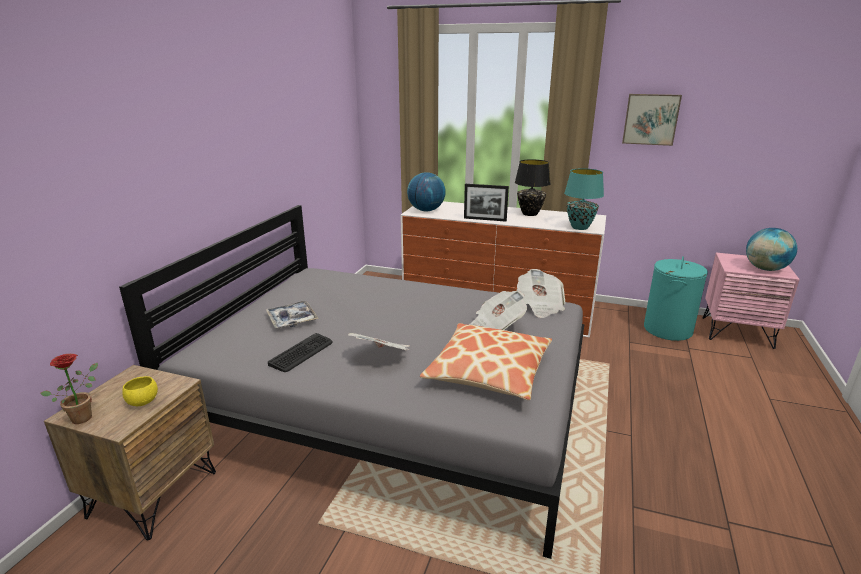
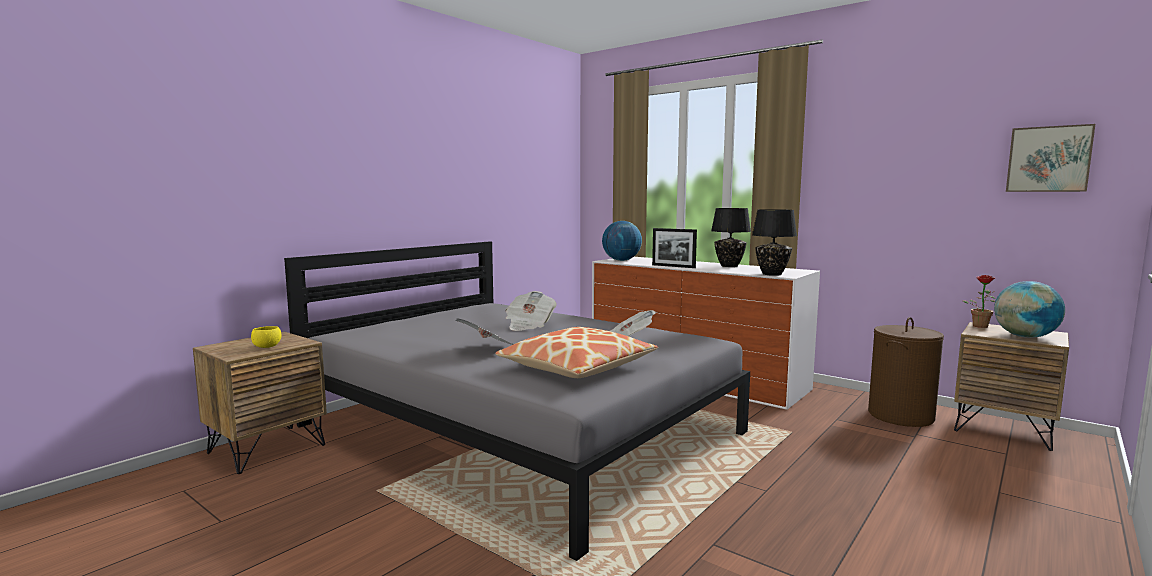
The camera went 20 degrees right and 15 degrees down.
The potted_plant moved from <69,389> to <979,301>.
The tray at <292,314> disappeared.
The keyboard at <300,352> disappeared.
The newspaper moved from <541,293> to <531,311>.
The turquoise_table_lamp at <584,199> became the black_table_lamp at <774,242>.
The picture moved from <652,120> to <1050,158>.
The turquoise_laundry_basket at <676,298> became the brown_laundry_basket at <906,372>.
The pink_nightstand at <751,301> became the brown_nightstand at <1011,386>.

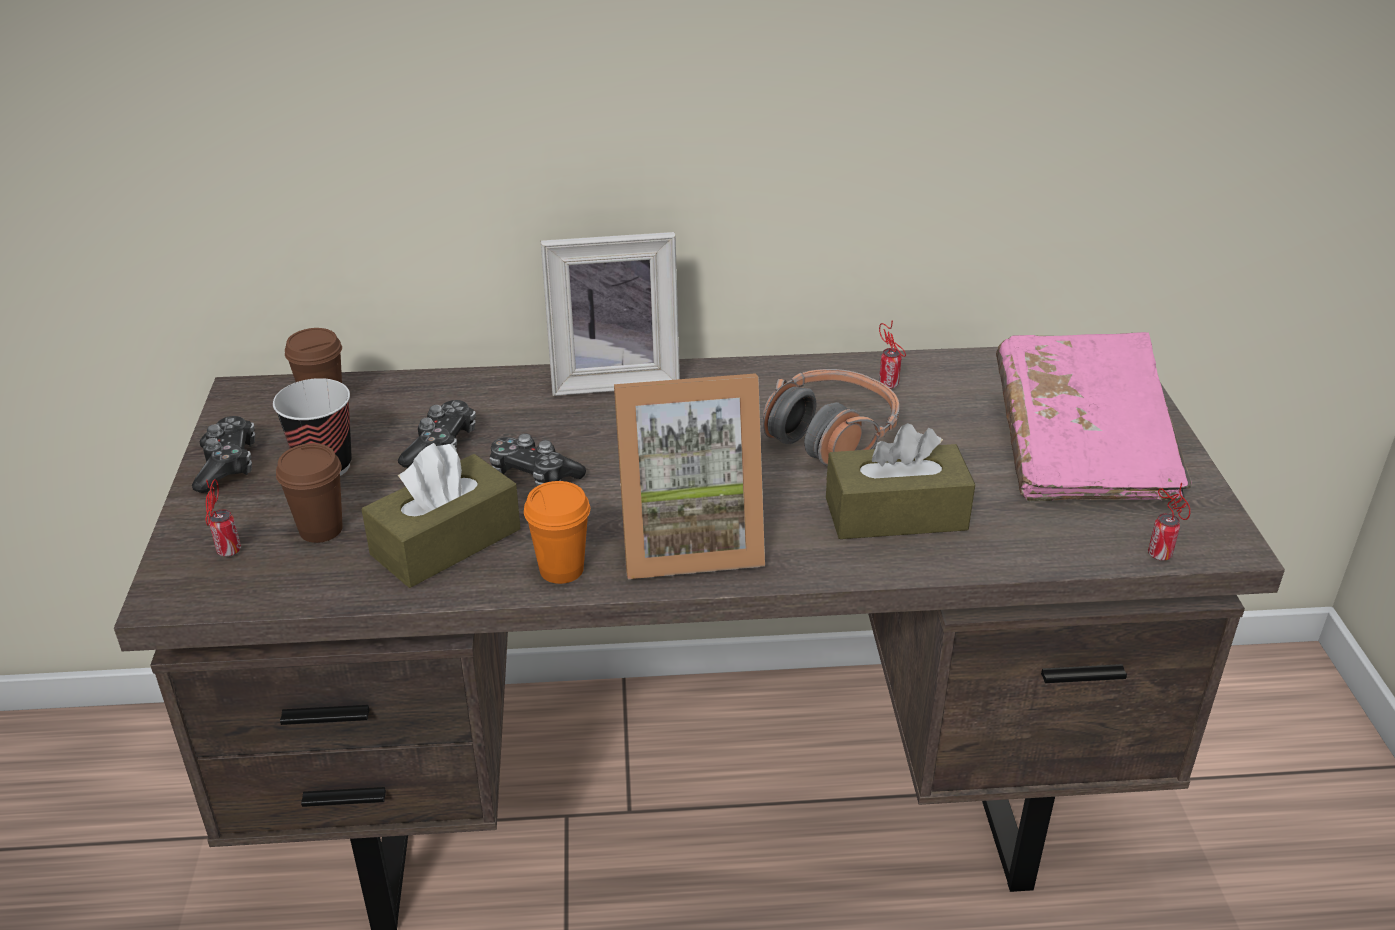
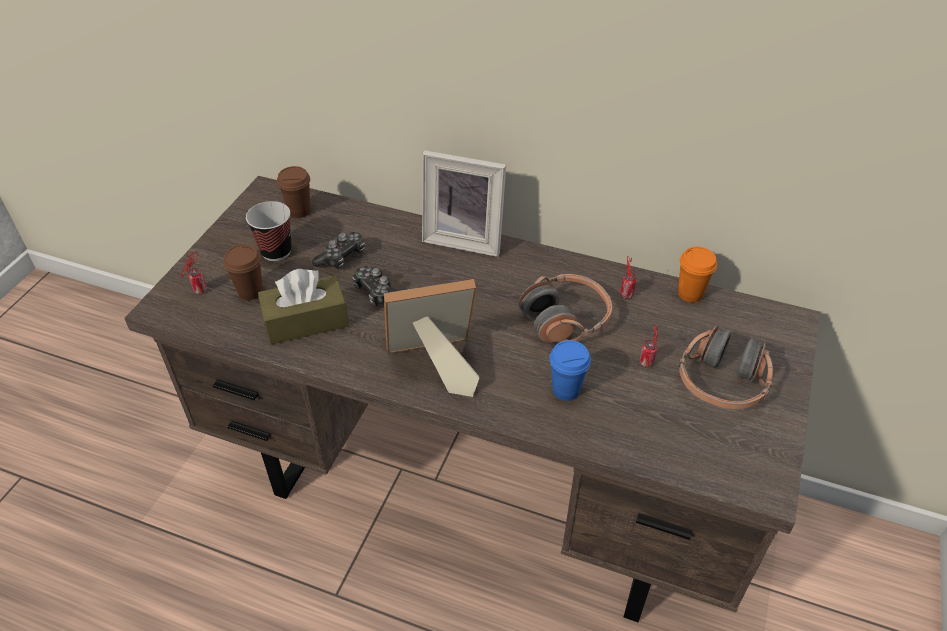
The camera went 25 degrees right and 10 degrees up.
The game_controller at <223,454> disappeared.
The orange_cup moved from <557,532> to <697,274>.
The picture_frame at <689,476> turned 150 degrees clockwise.
The brown_tissue_box at <900,481> was replaced by the blue_cup at <570,370>.
The pink_book at <1094,416> was replaced by the headphones at <725,367>.
The can moved from <1169,522> to <649,346>.

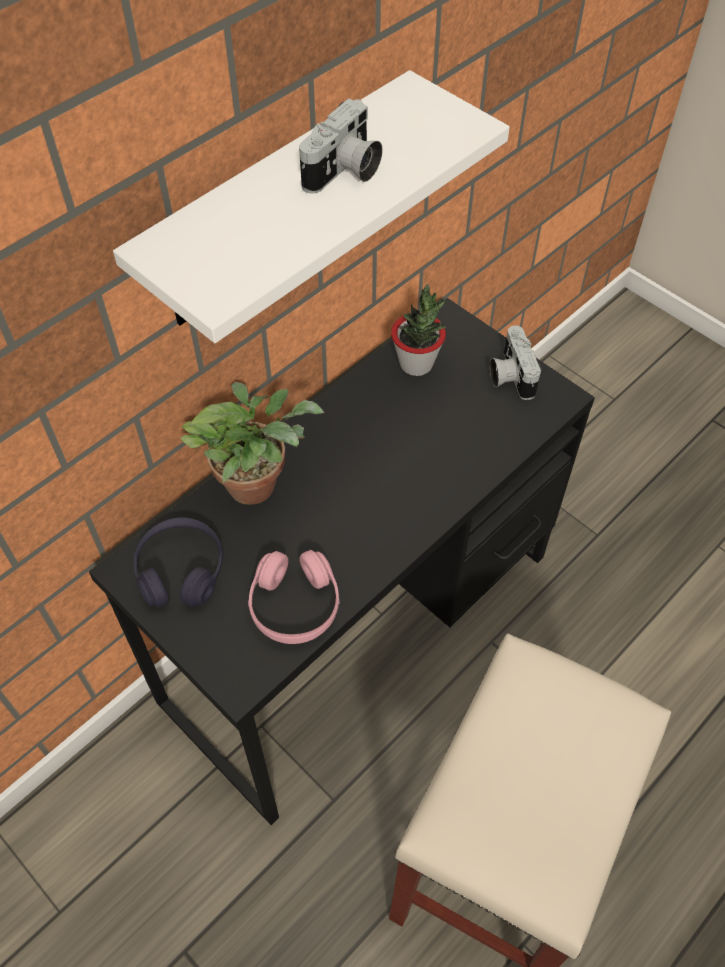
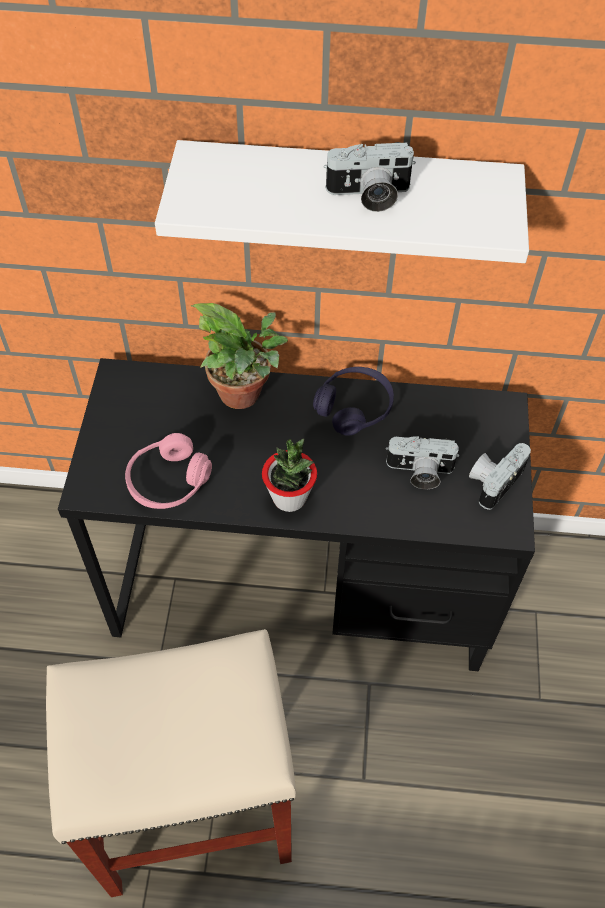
The camera went 50 degrees right and 0 degrees up.
The purple_headphones moved from <178,562> to <353,401>.
The potted_plant moved from <419,330> to <289,475>.
The photo_camera at <422,462> appeared.

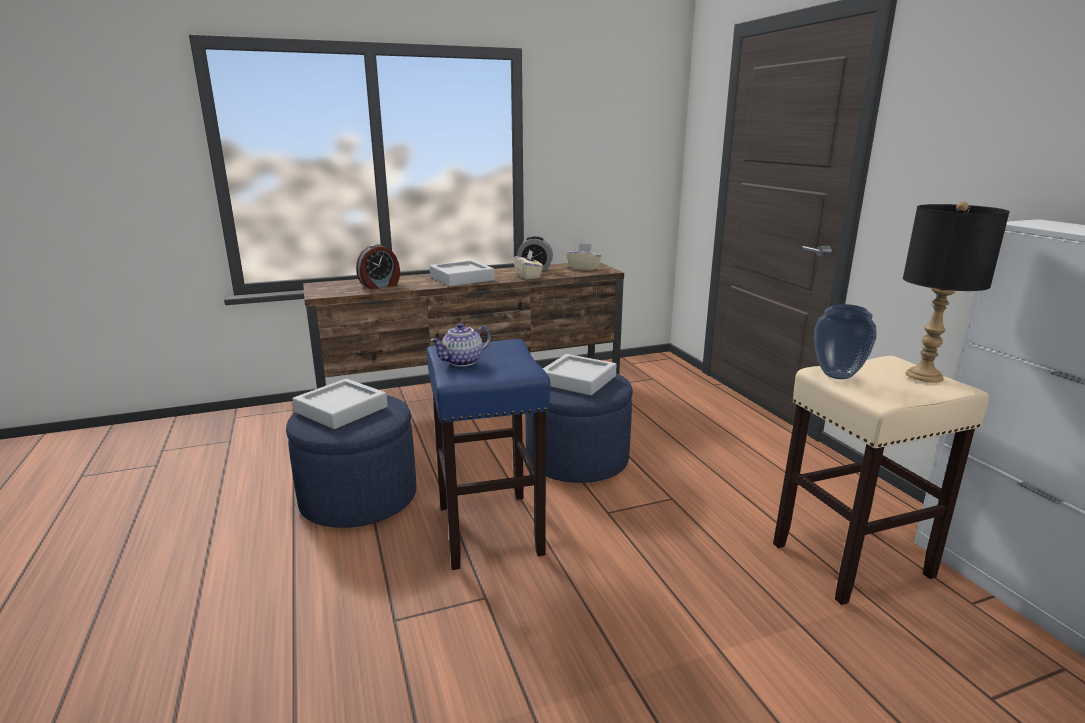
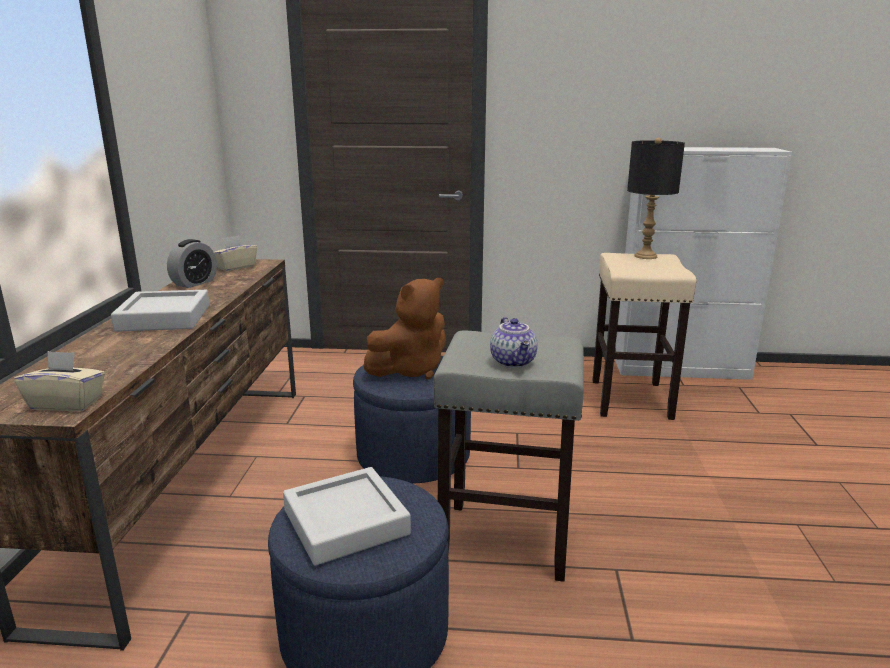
The camera went 65 degrees left and 0 degrees up.
The alarm_clock at <378,266> disappeared.
The blue_stool at <488,454> became the grey_stool at <508,456>.
The beige_tissue_box moved from <528,264> to <59,381>.
The grey_tray at <580,374> was replaced by the brown_plush_toy at <404,328>.
The vase at <845,341> disappeared.

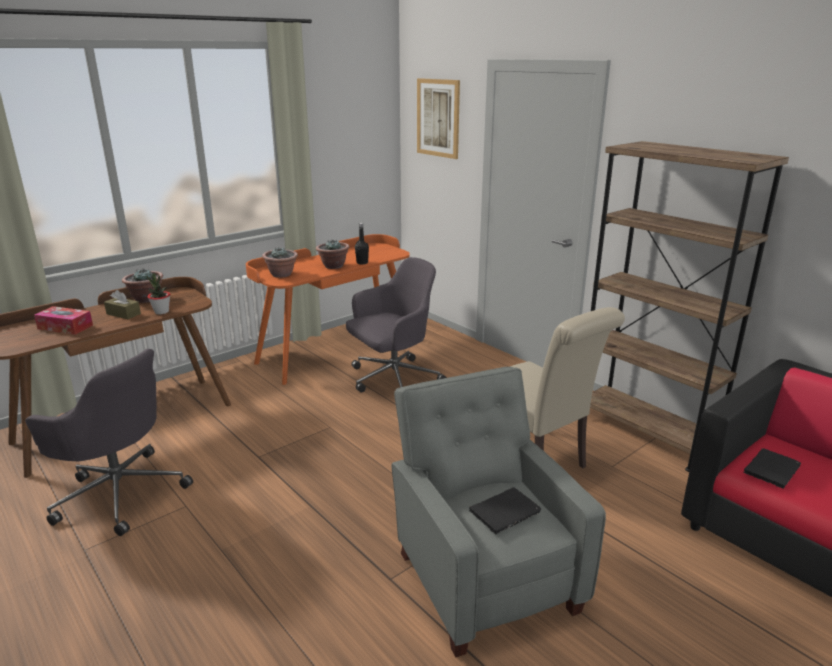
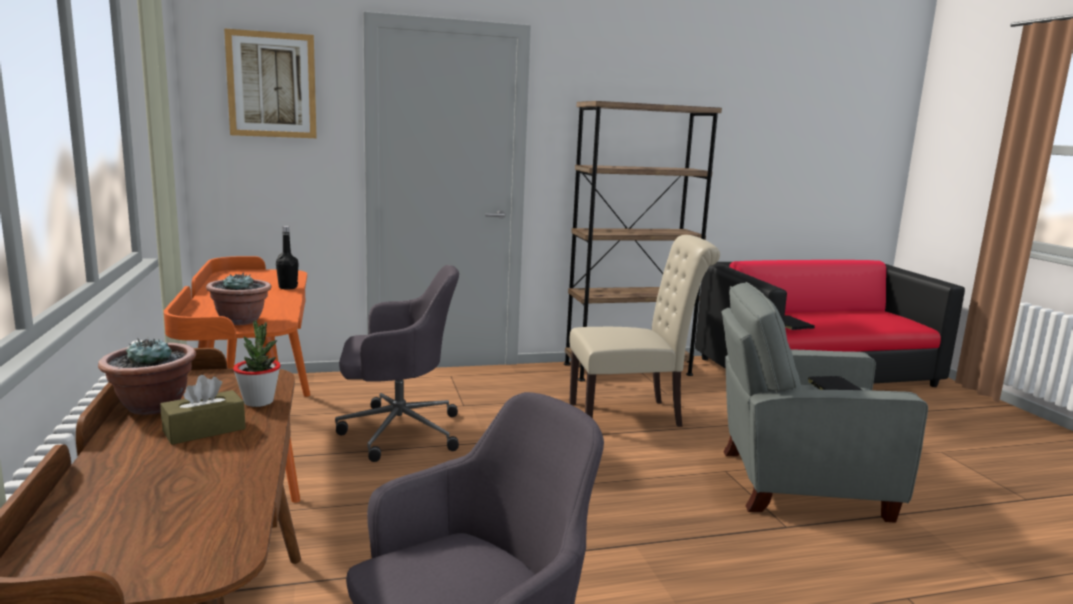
The camera went 65 degrees left and 10 degrees down.
The tissue_box at <63,320> disappeared.
The potted_plant at <332,254> disappeared.
The grey_office_chair at <396,325> turned 90 degrees clockwise.

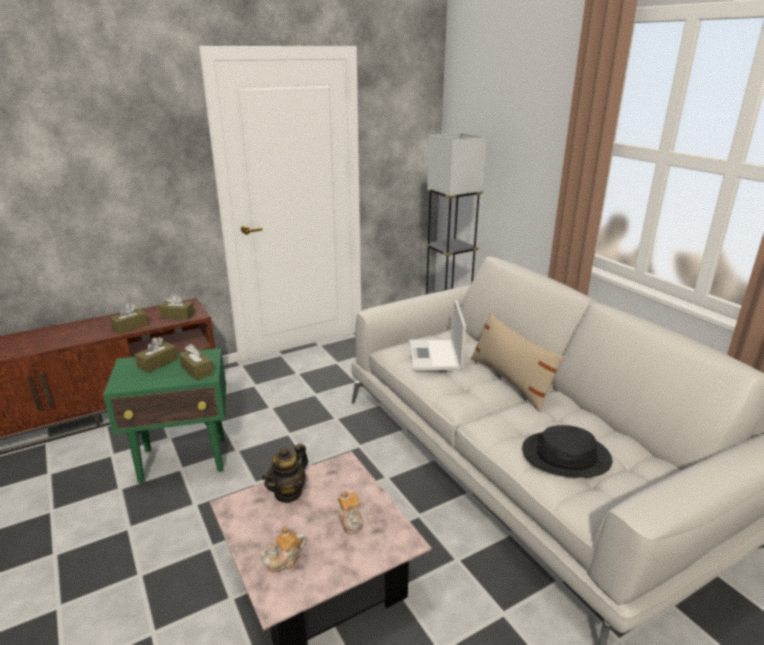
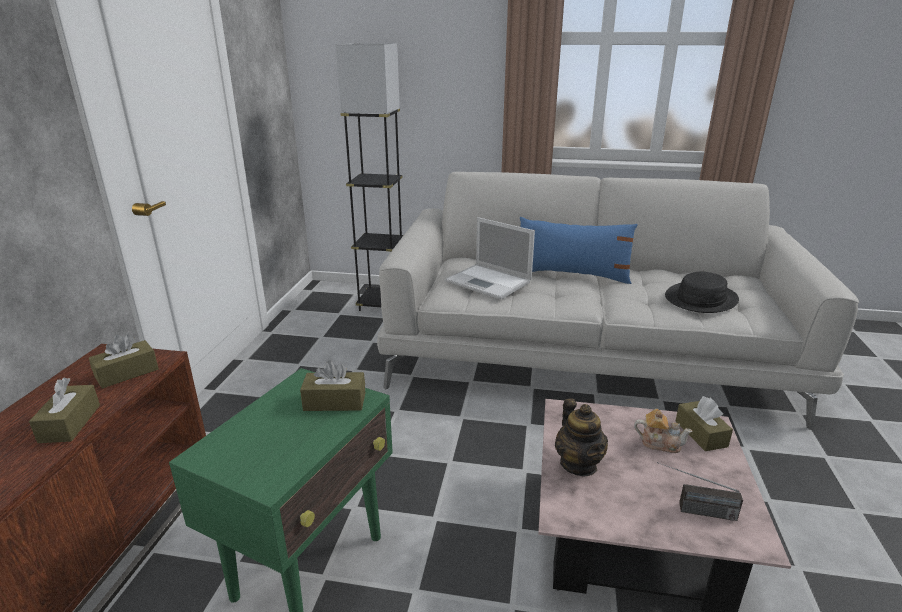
The camera went 50 degrees left and 0 degrees up.
The brown_tissue_box moved from <156,355> to <704,423>.
The teapot at <282,549> was replaced by the radio at <700,491>.
The beige_pillow at <518,362> became the blue_pillow at <579,250>.

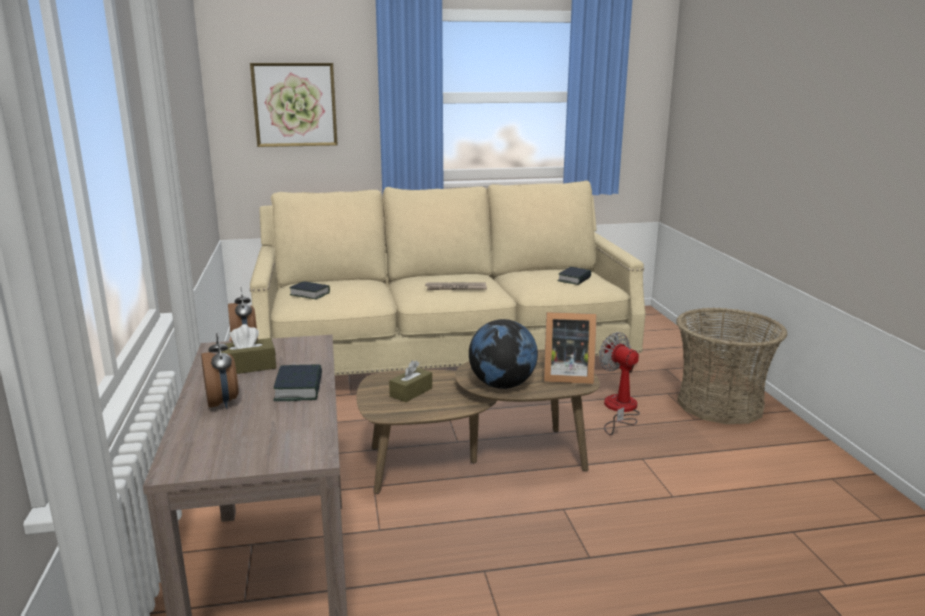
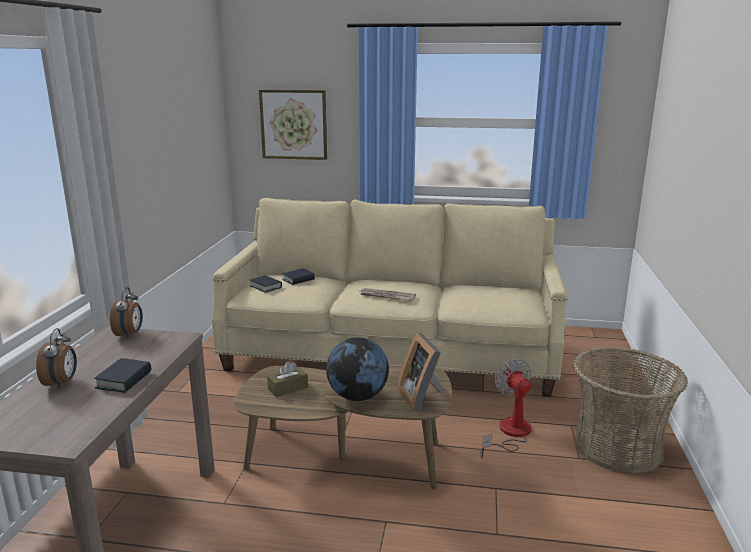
The camera went 20 degrees right and 0 degrees up.
The brown_tissue_box at <248,349> disappeared.
The picture_frame at <570,348> turned 45 degrees clockwise.
The book moved from <574,276> to <298,276>.

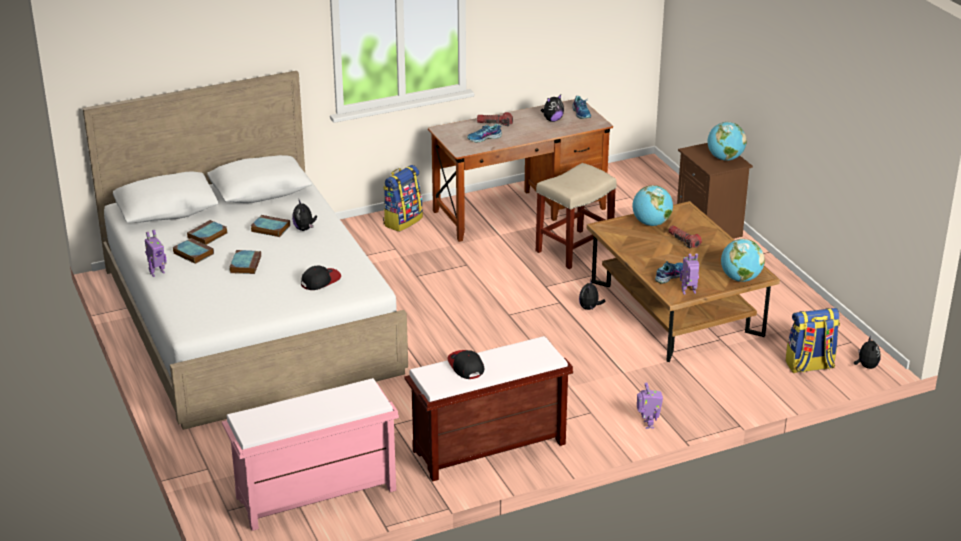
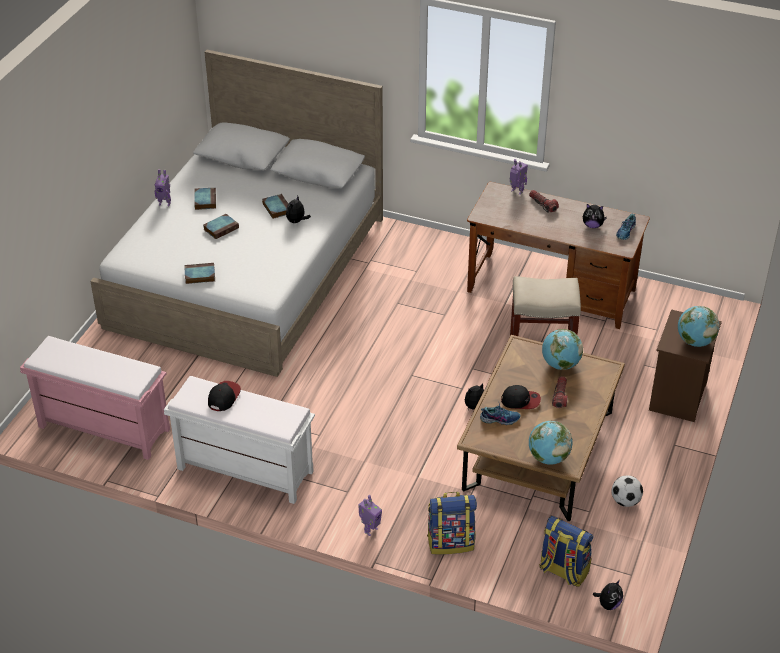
The camera went 45 degrees right and 10 degrees up.
The book moved from <207,232> to <199,273>.
The cap moved from <321,277> to <521,397>.
The backpack moved from <403,198> to <452,523>.
The brown_bench at <488,409> became the white_bench at <239,440>.
The shoe at <484,133> disappeared.
The toy_robot moved from <689,273> to <519,177>.
The football at <627,491> appeared.

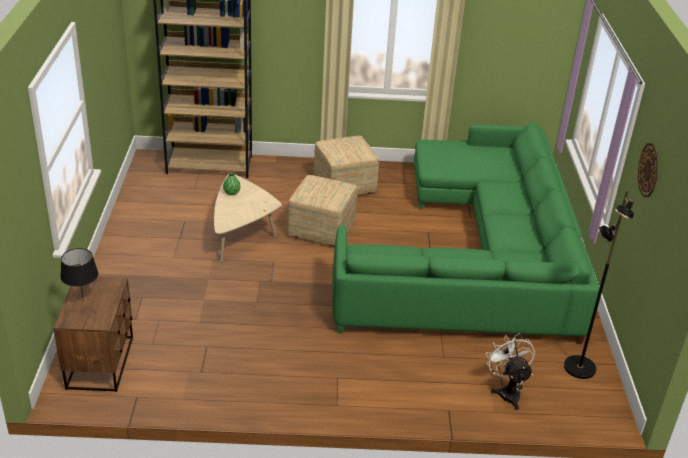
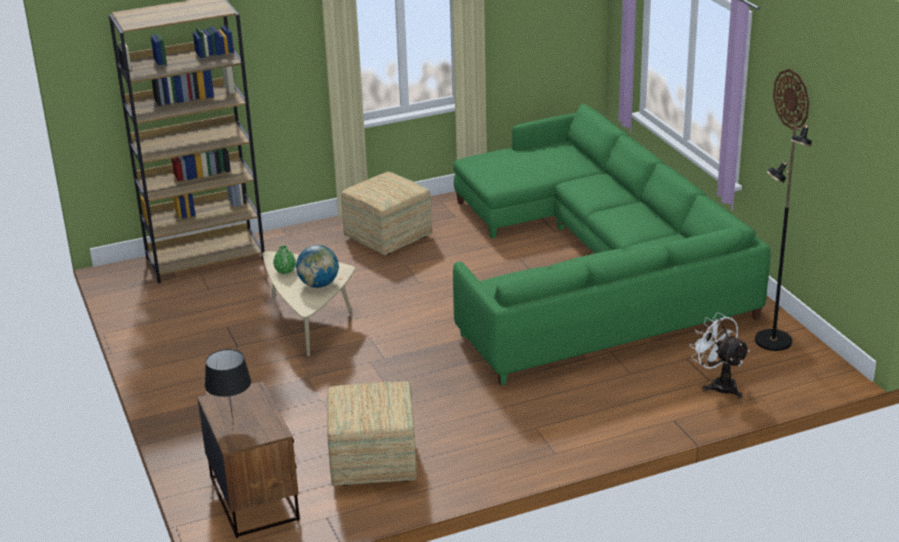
The camera went 20 degrees left and 5 degrees down.
The ottoman moved from <323,210> to <372,433>.
The globe at <317,266> appeared.

